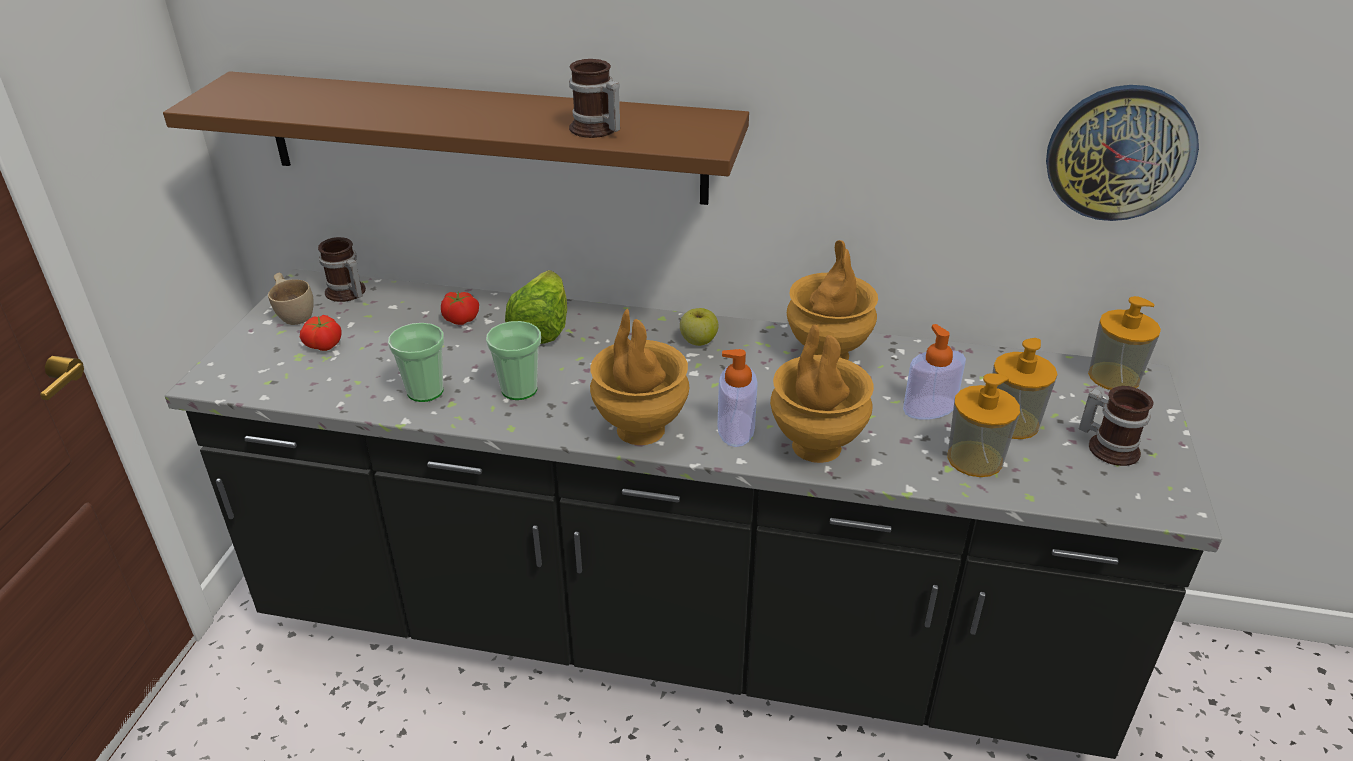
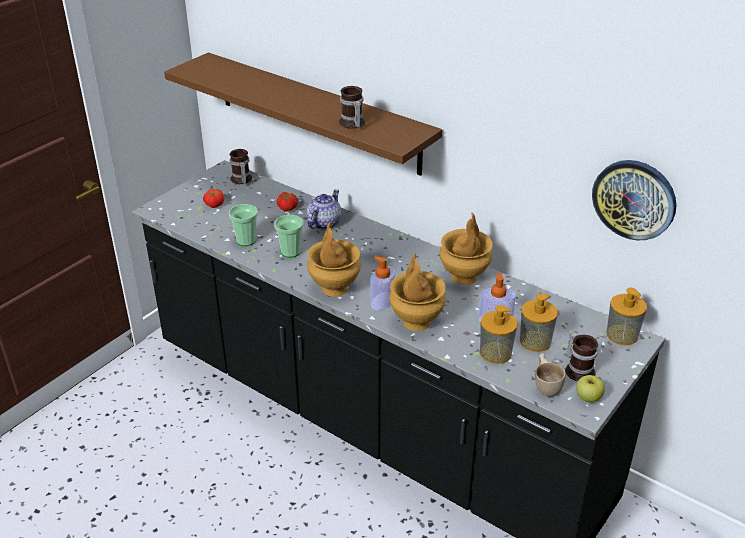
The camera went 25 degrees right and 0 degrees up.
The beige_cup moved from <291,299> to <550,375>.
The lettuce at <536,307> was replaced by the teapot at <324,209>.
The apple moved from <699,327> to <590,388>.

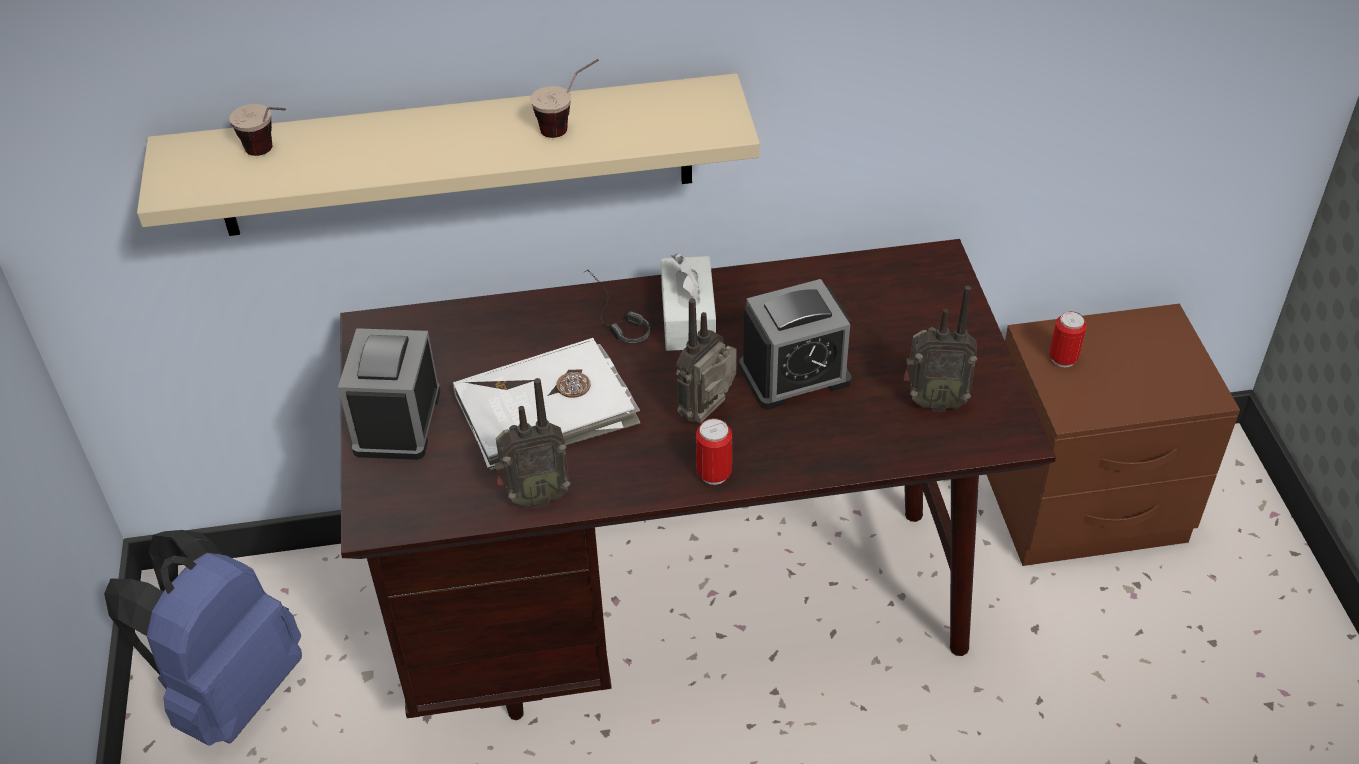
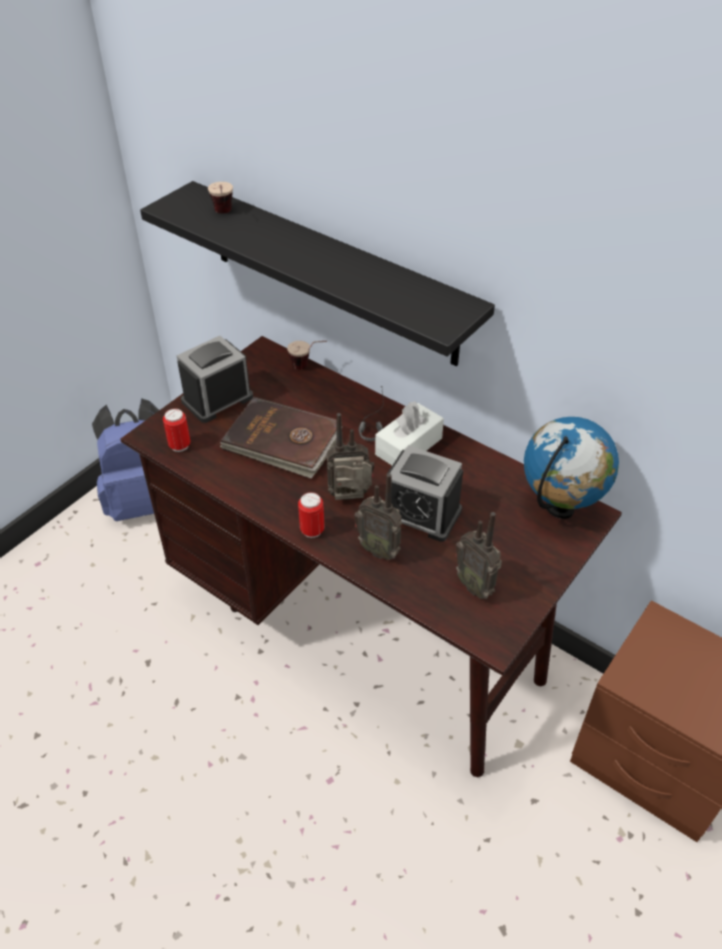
The camera went 45 degrees right and 0 degrees up.
The beige_shelf at <448,154> became the black_shelf at <317,273>.
The white_book at <547,404> became the brown_book at <281,438>.
The radio moved from <532,443> to <378,516>.
The cup moved from <564,98> to <307,355>.
The can moved from <1068,339> to <176,430>.
The globe at <571,468> appeared.

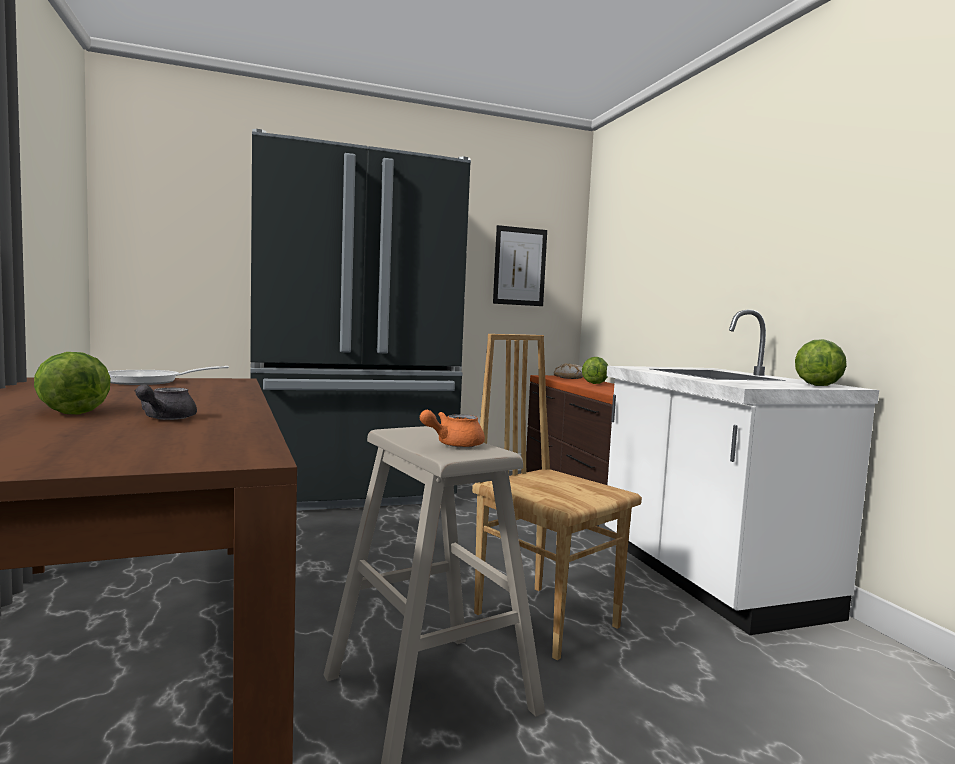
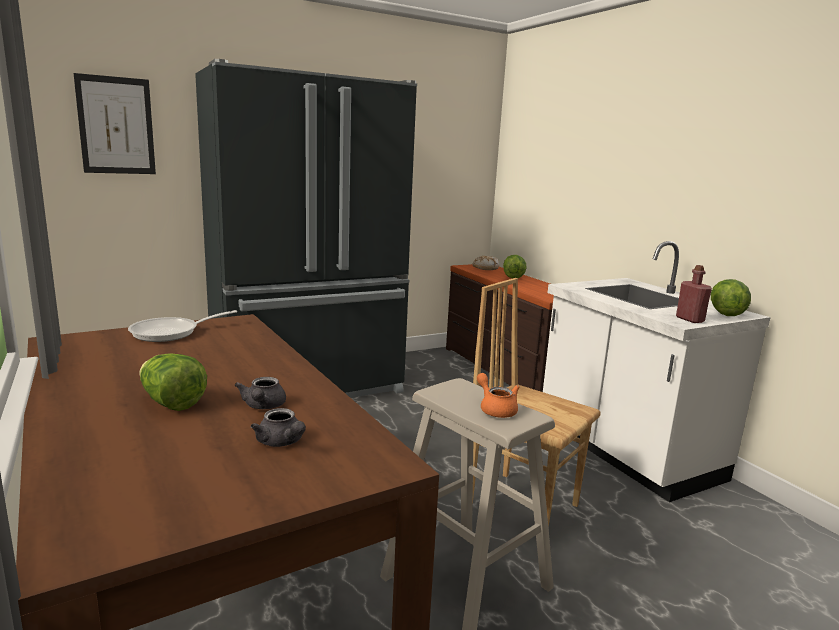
The camera went 10 degrees left and 10 degrees up.
The orange_teapot at <452,429> turned 105 degrees clockwise.
The picture moved from <520,265> to <114,123>.
The grey_teapot at <278,427> appeared.
The red_bottle at <694,294> appeared.

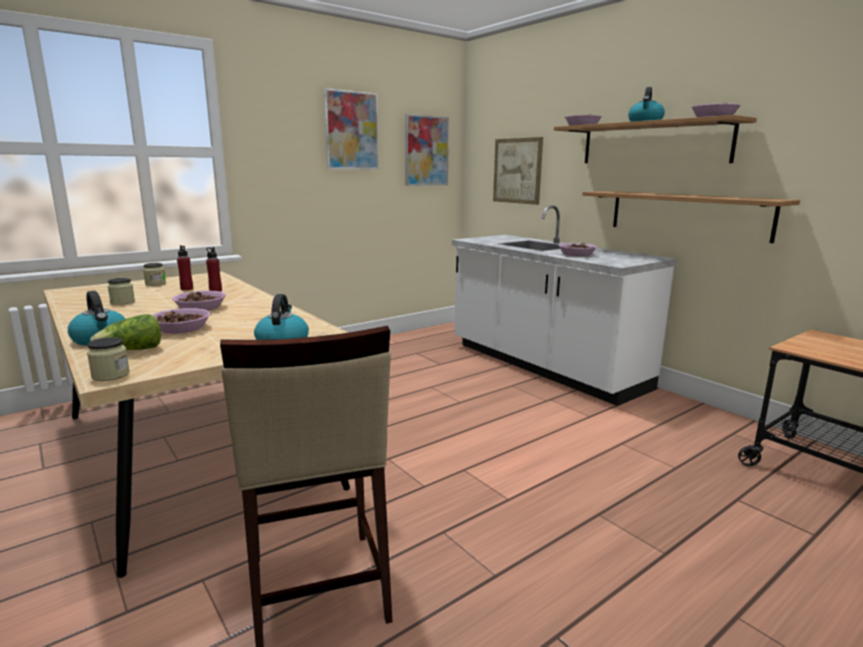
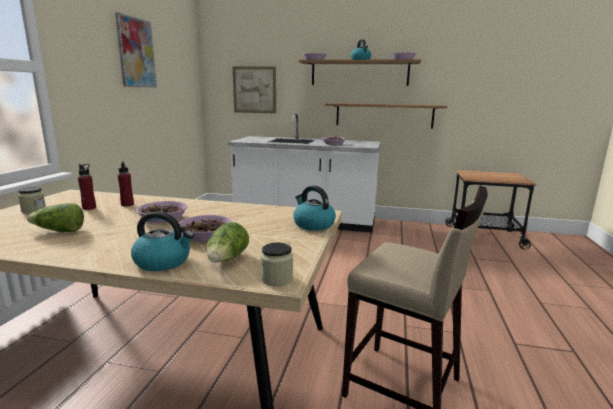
The camera went 40 degrees left and 0 degrees up.
The jar at <121,291> was replaced by the lettuce at <55,217>.
The picture at <427,150> disappeared.

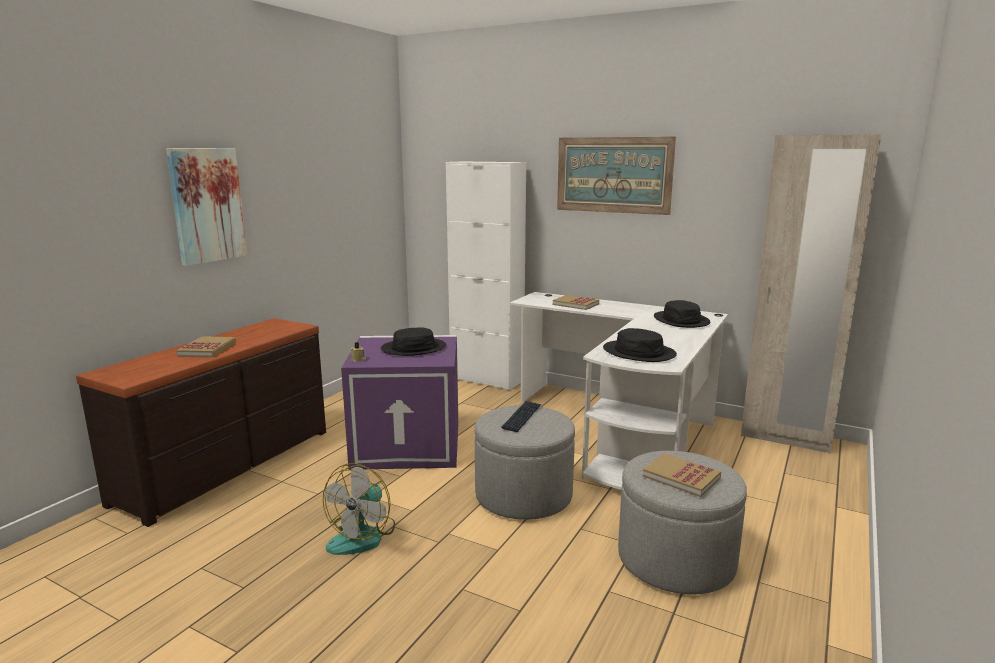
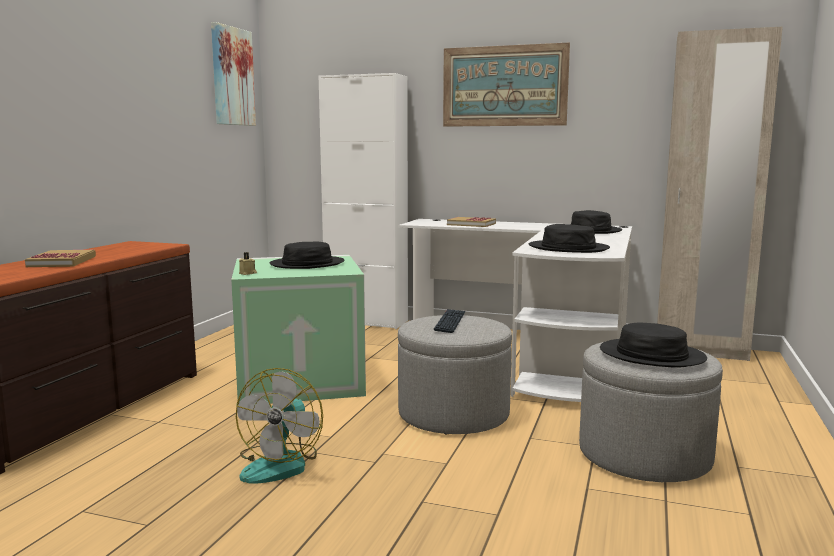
The camera went 10 degrees left and 5 degrees down.
The picture moved from <206,207> to <233,74>.
The purple_storage_box at <400,402> became the green_storage_box at <298,329>.
The book at <682,475> was replaced by the black_hat at <653,345>.

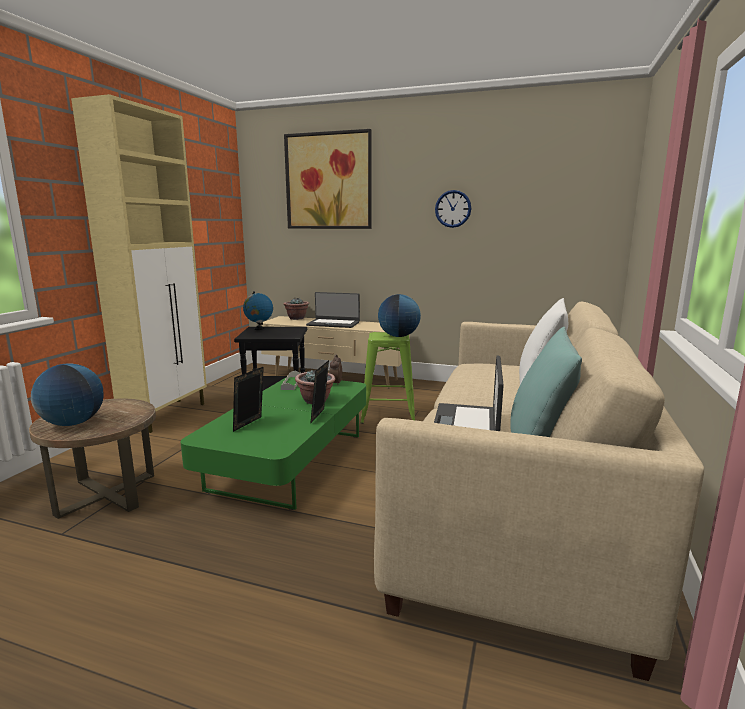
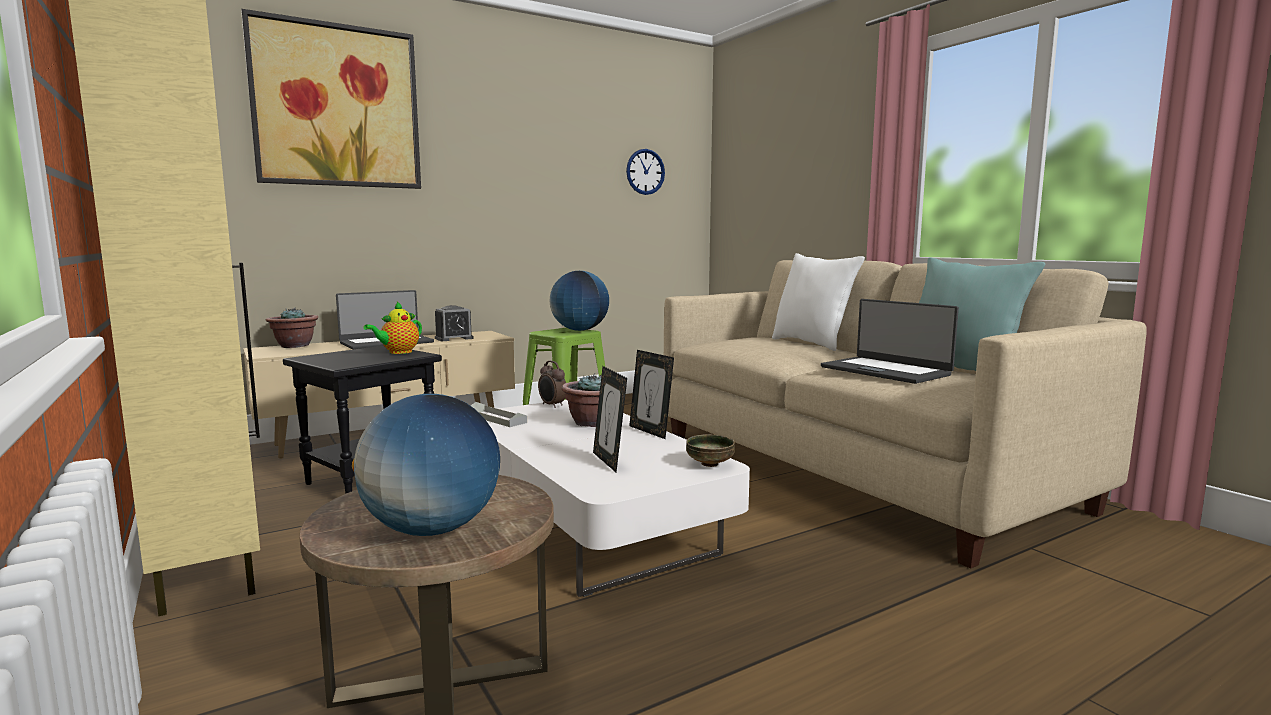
The camera went 50 degrees left and 5 degrees down.
The green_coffee_table at <273,443> became the white_coffee_table at <615,498>.
The globe at <258,310> disappeared.
The wall_clock moved from <453,209> to <645,172>.
The teapot at <392,328> appeared.
The alarm_clock at <454,323> appeared.
The bowl at <710,450> appeared.

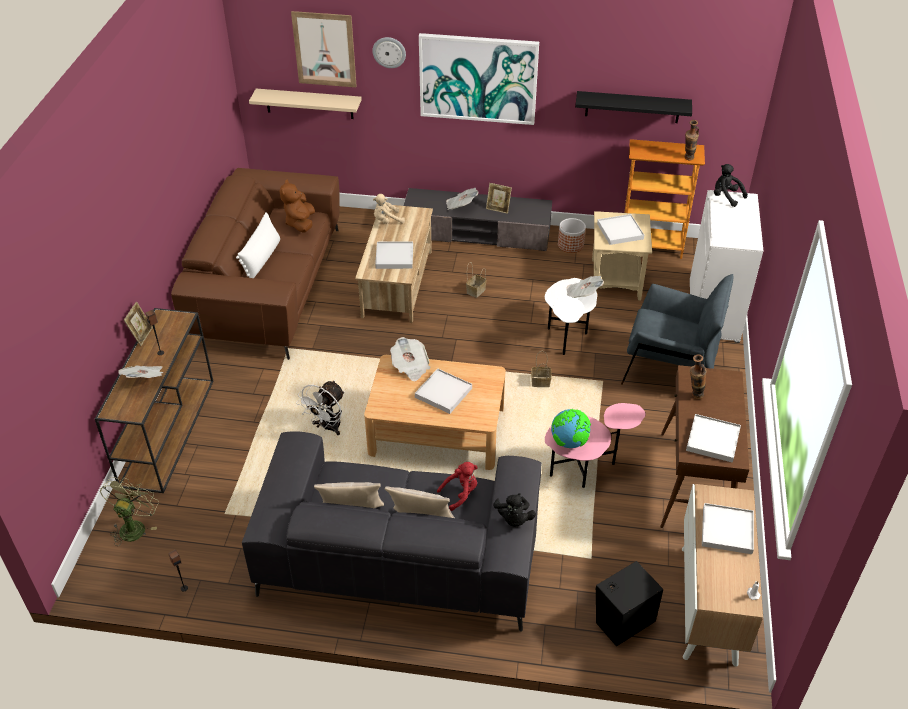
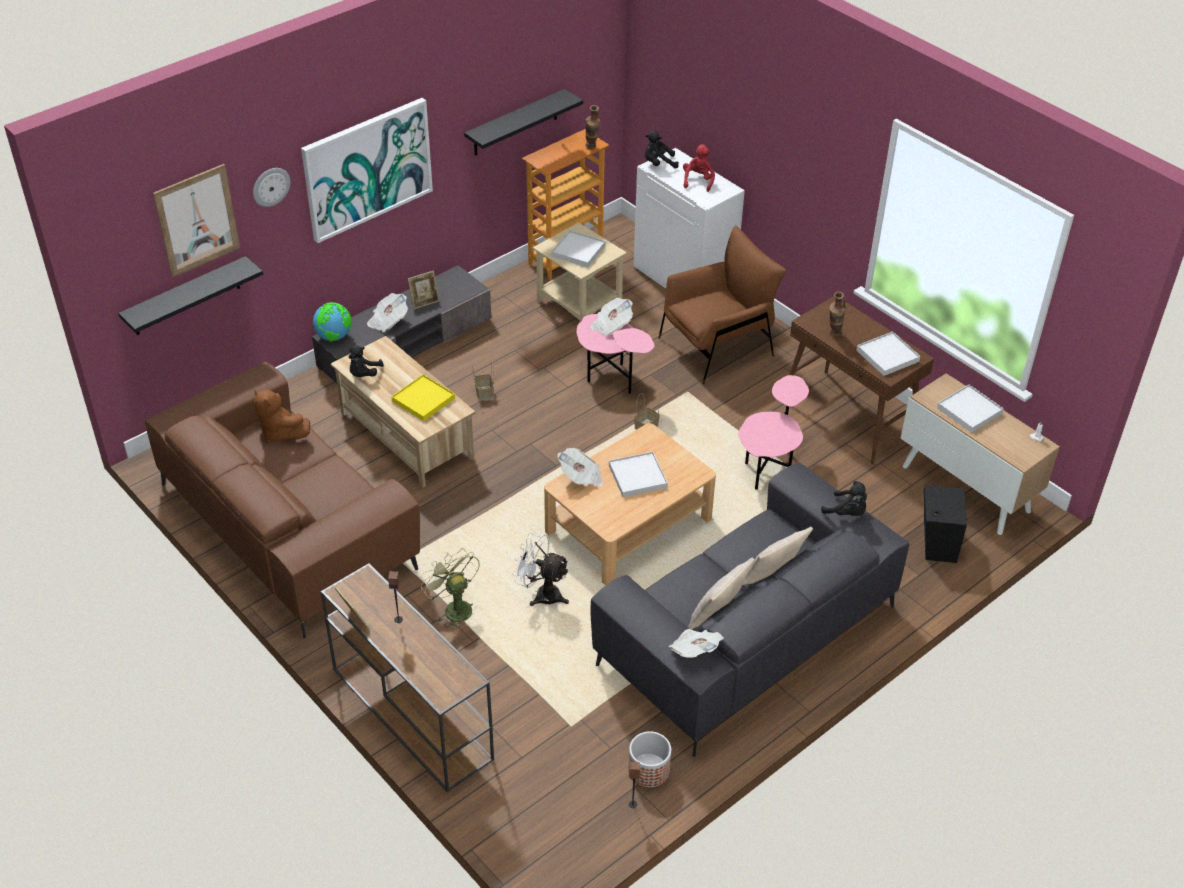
The camera went 50 degrees left and 0 degrees up.
The green_fan moved from <129,511> to <450,589>.
The newspaper moved from <141,371> to <696,643>.
The white_pillow at <258,245> disappeared.
The beige_shelf at <305,104> became the black_shelf at <190,295>.
The white_fan at <320,407> turned 135 degrees clockwise.
The beige_plush_toy at <389,209> became the black_plush_toy at <366,361>.
The white_tray at <394,255> became the yellow_tray at <423,398>.
The red_plush_toy moved from <457,486> to <699,168>.
The white_side_table at <571,316> became the pink_side_table at <616,354>.
The globe moved from <571,428> to <332,322>.
The planter moved from <572,235> to <649,759>.
The grey_armchair at <677,329> became the brown_armchair at <722,304>.

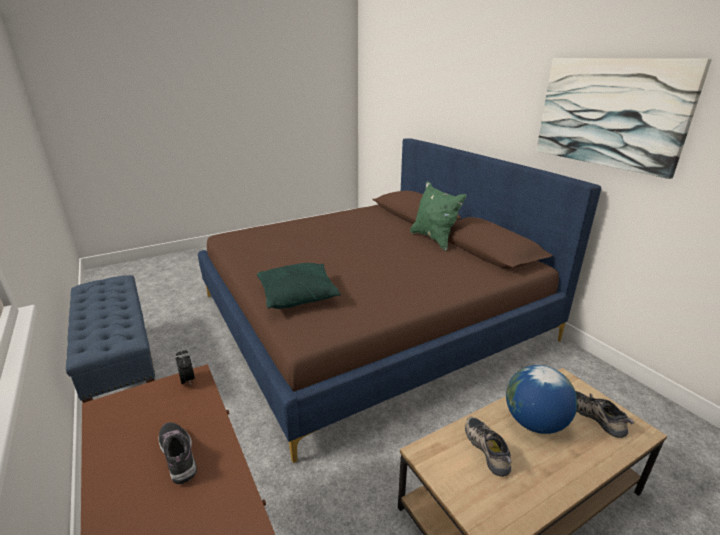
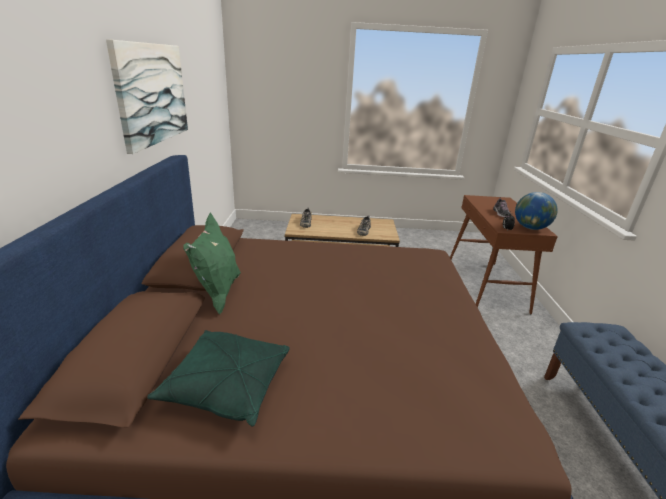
The camera went 150 degrees left and 0 degrees up.
The green_pillow moved from <299,286> to <218,378>.
The globe moved from <542,399> to <536,211>.

